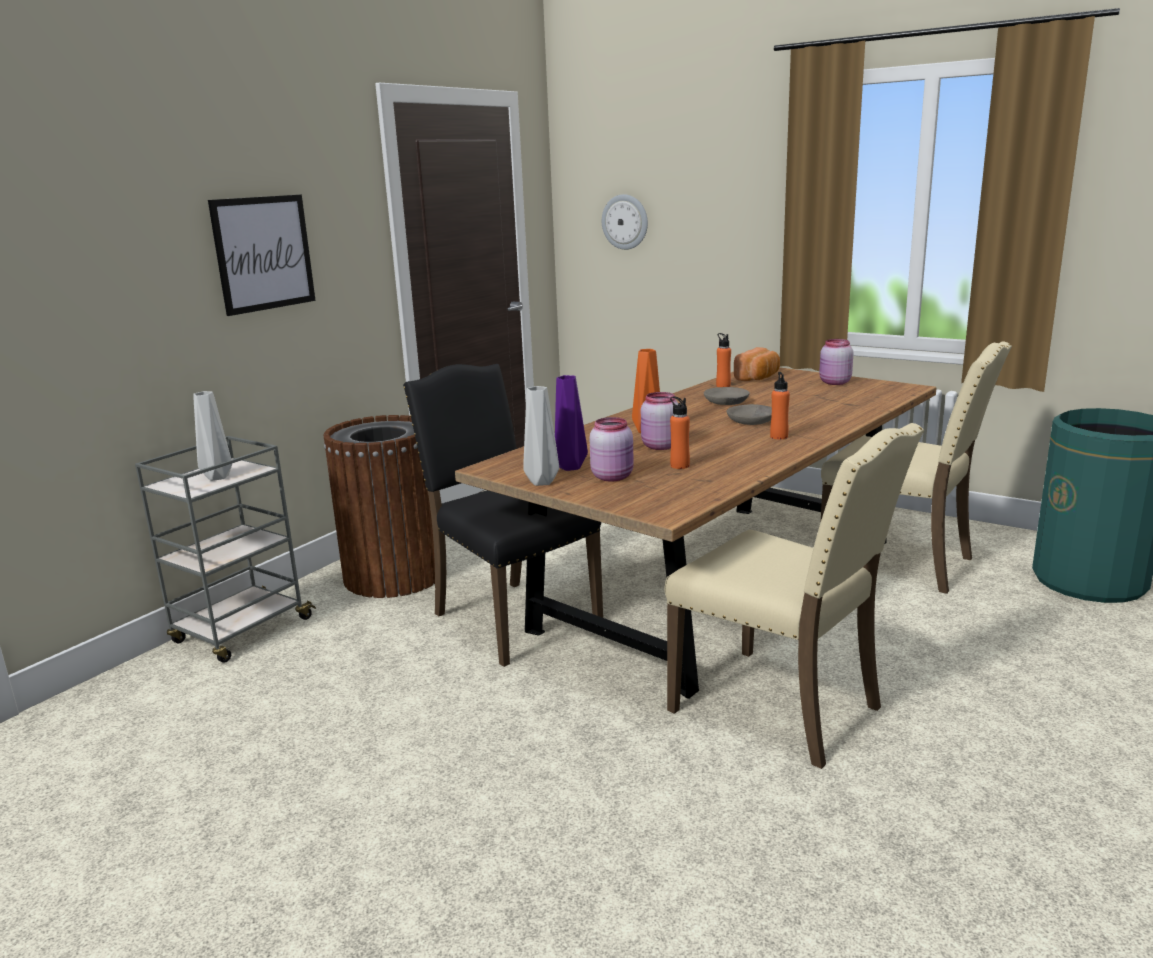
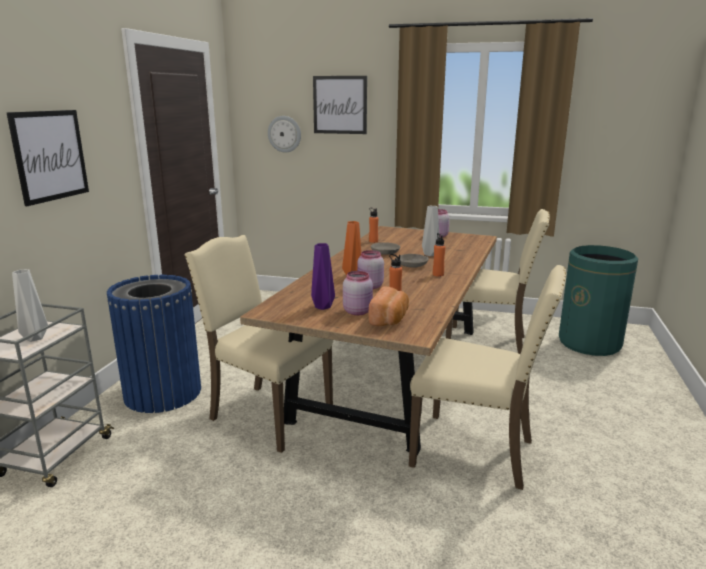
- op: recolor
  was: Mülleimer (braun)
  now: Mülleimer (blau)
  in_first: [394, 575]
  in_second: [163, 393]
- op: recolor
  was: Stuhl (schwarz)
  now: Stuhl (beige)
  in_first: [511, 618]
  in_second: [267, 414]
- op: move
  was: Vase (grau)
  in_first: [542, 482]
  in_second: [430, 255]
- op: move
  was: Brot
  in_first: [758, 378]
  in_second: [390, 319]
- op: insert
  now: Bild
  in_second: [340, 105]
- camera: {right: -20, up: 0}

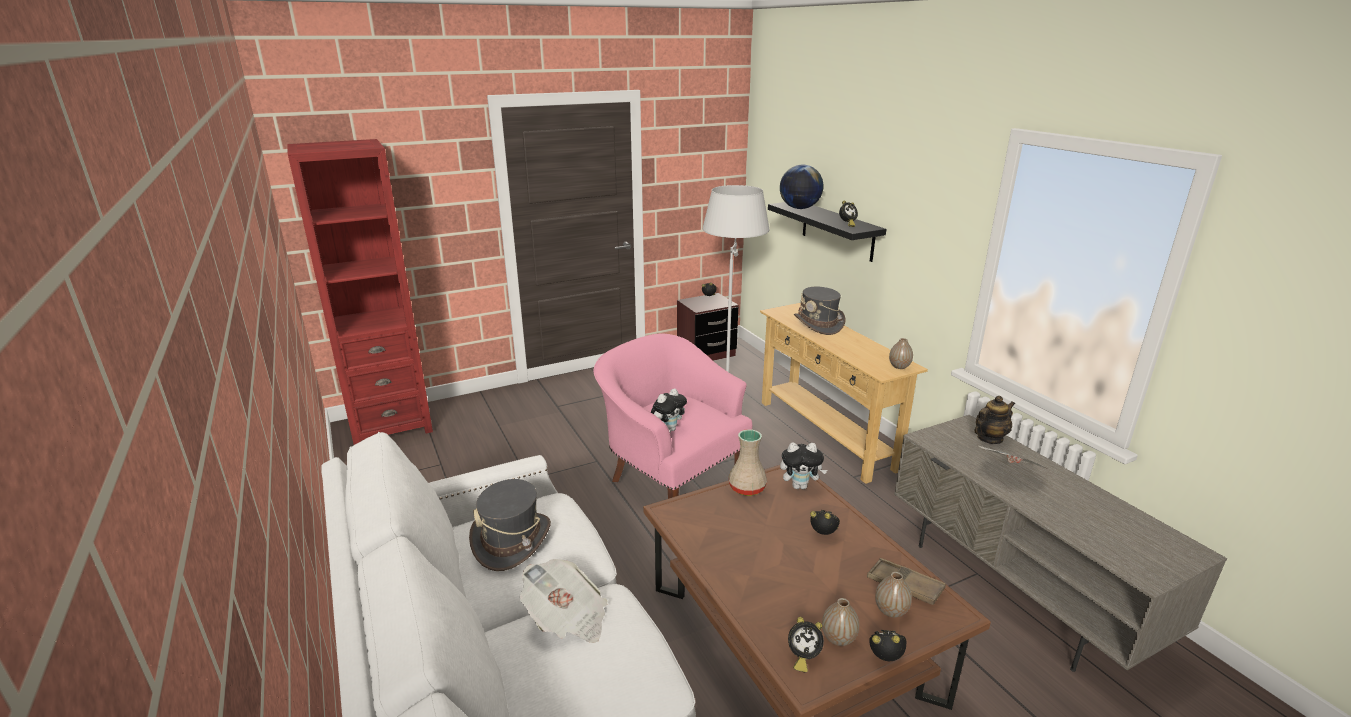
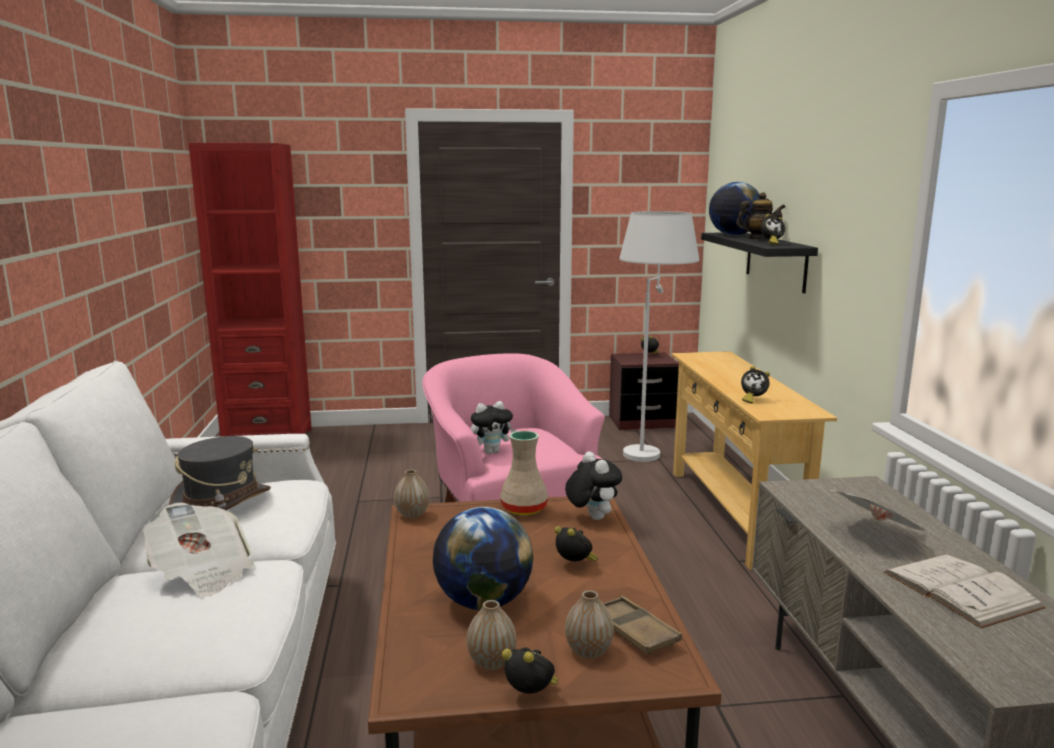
- op: rotate
  was: Plüschtier
  in_first: [800, 486]
  in_second: [591, 517]
  clockwise: -135
- op: move
  was: Wecker
  in_first: [802, 657]
  in_second: [752, 400]
- op: delete
  was: Hut (grau)
  in_first: [818, 324]
- op: move
  was: Vase
  in_first: [899, 366]
  in_second: [412, 514]
- op: move
  was: Teekanne
  in_first: [989, 438]
  in_second: [758, 239]
- op: insert
  now: Globus
  in_second: [483, 602]
- op: insert
  now: Buch (weiß)
  in_second: [960, 589]
- camera: {right: 20, up: -10}

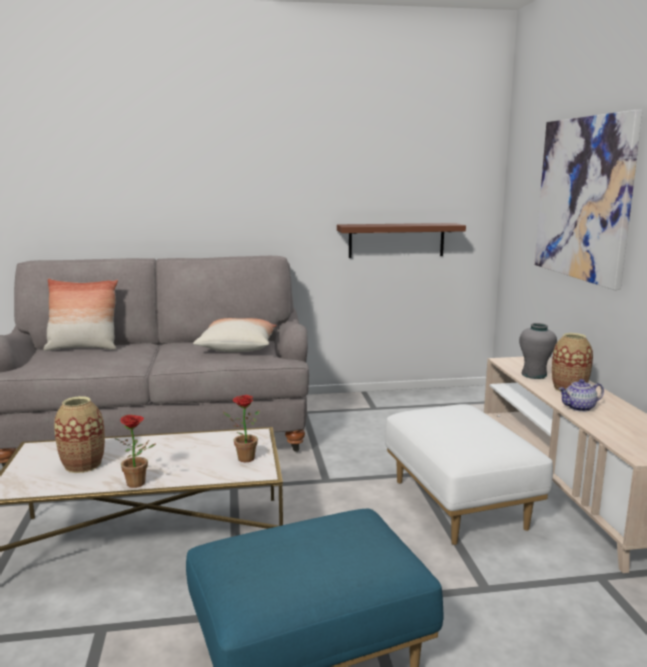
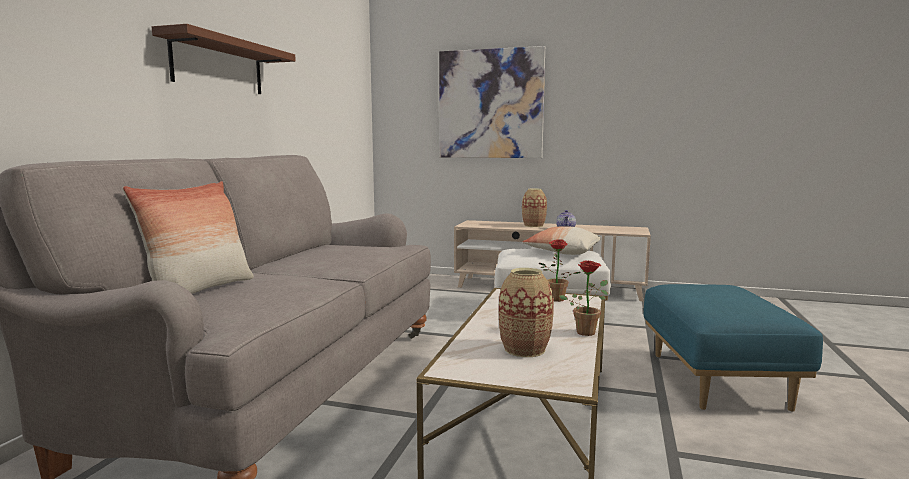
- op: move
  was: Kissen
  in_first: [237, 347]
  in_second: [562, 252]
- op: move
  was: Wandregal (braun)
  in_first: [396, 240]
  in_second: [218, 66]
- op: delete
  was: Vase (grau)
  in_first: [534, 375]
- camera: {right: -65, up: -5}

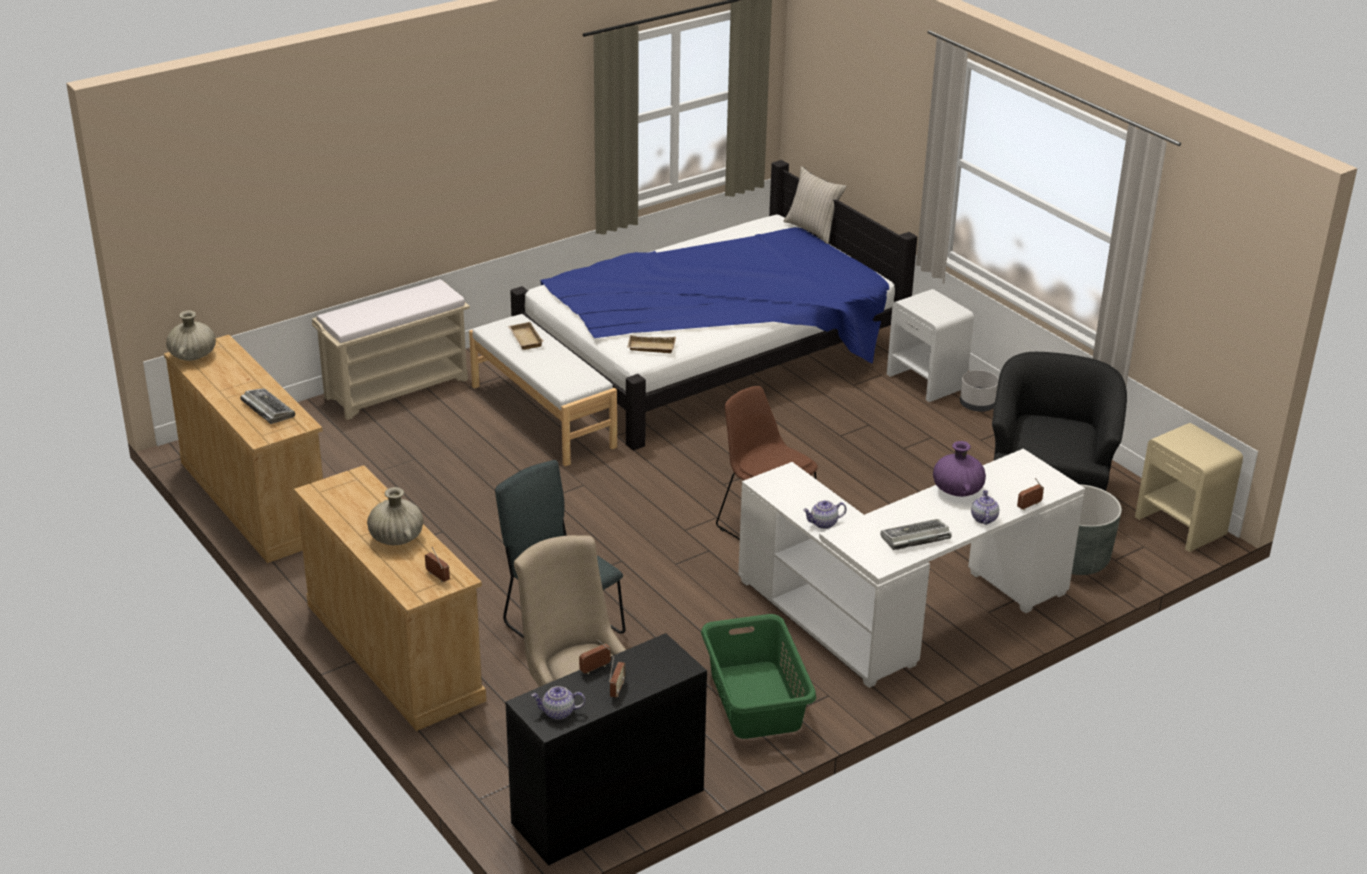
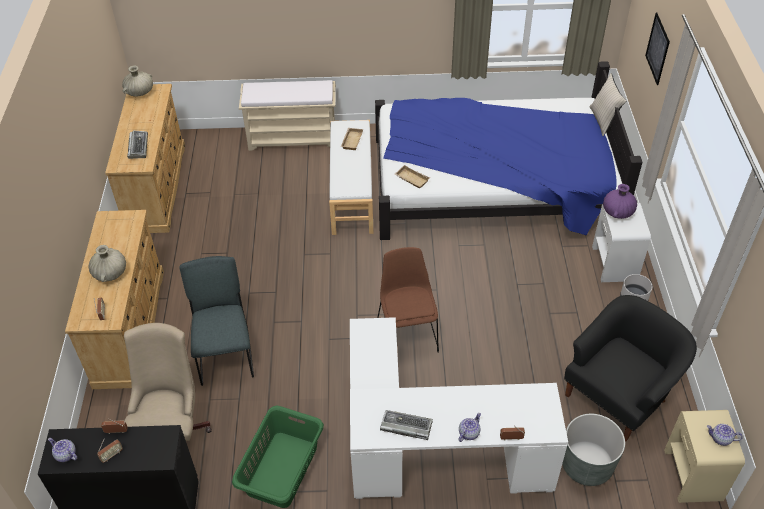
- op: move
  was: Teekanne
  in_first: [823, 523]
  in_second: [720, 439]
- op: move
  was: Vase (lila)
  in_first: [957, 490]
  in_second: [617, 212]
- op: insert
  now: Bild
  in_second: [657, 48]
- camera: {right: 35, up: 15}

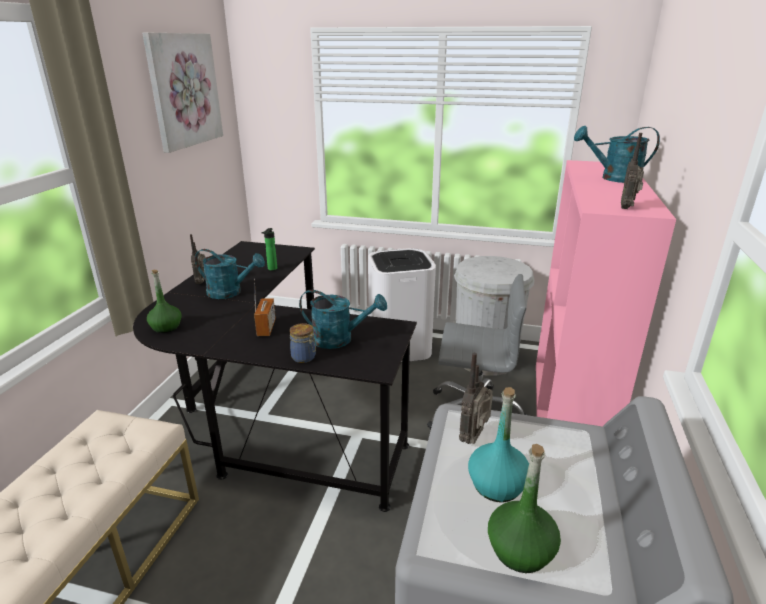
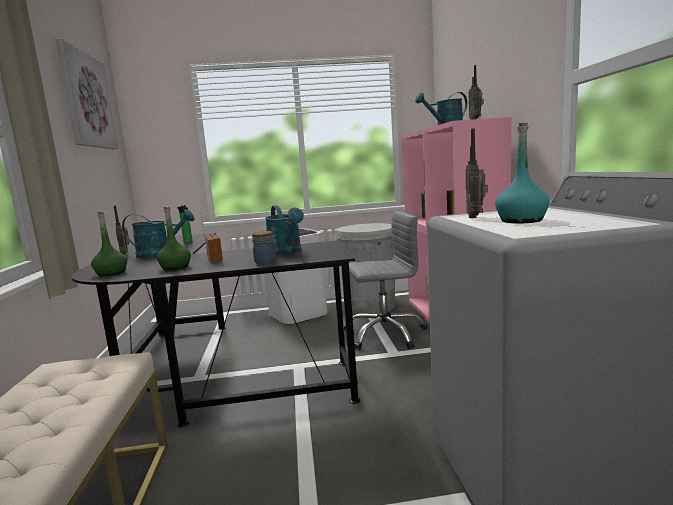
- op: rotate
  was: Gießkanne (türkis)
  in_first: [340, 339]
  in_second: [287, 253]
  clockwise: 75
- op: move
  was: Flasche (grün)
  in_first: [520, 550]
  in_second: [175, 267]
- camera: {right: -20, up: -15}

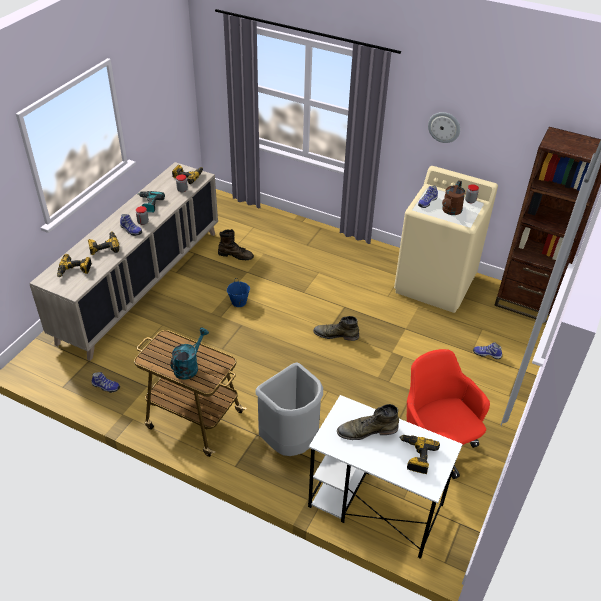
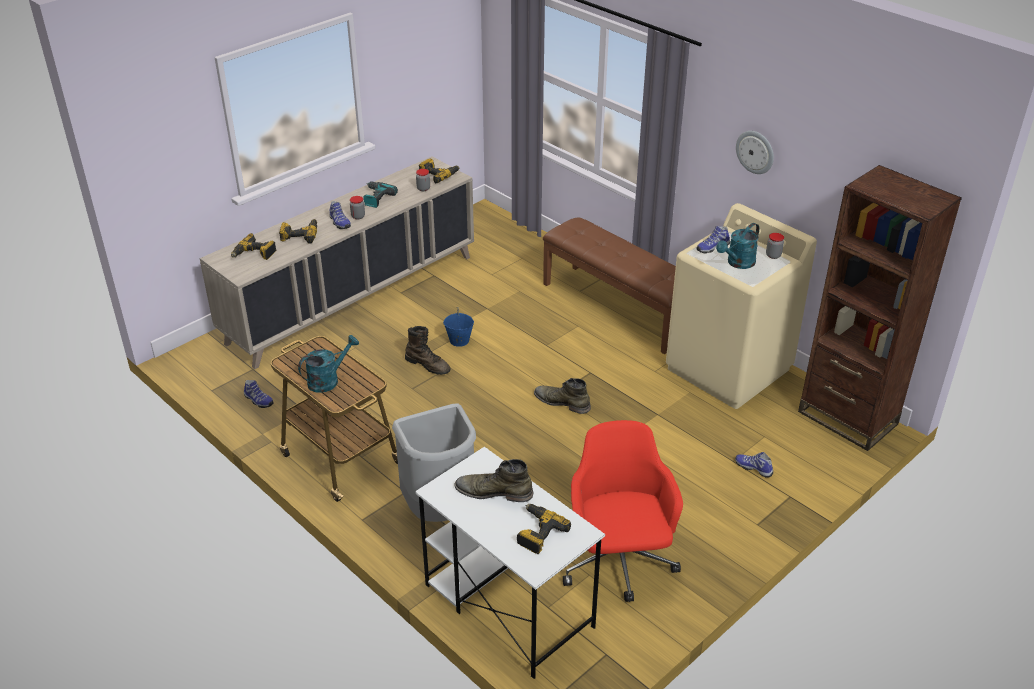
- op: move
  was: Stiefel (braun)
  in_first: [236, 255]
  in_second: [428, 365]
- op: recolor
  was: Gießkanne (braun)
  now: Gießkanne (türkis)
  in_first: [450, 211]
  in_second: [737, 263]
- op: insert
  now: Bank (braun)
  in_second: [618, 307]
- camera: {right: 20, up: -5}

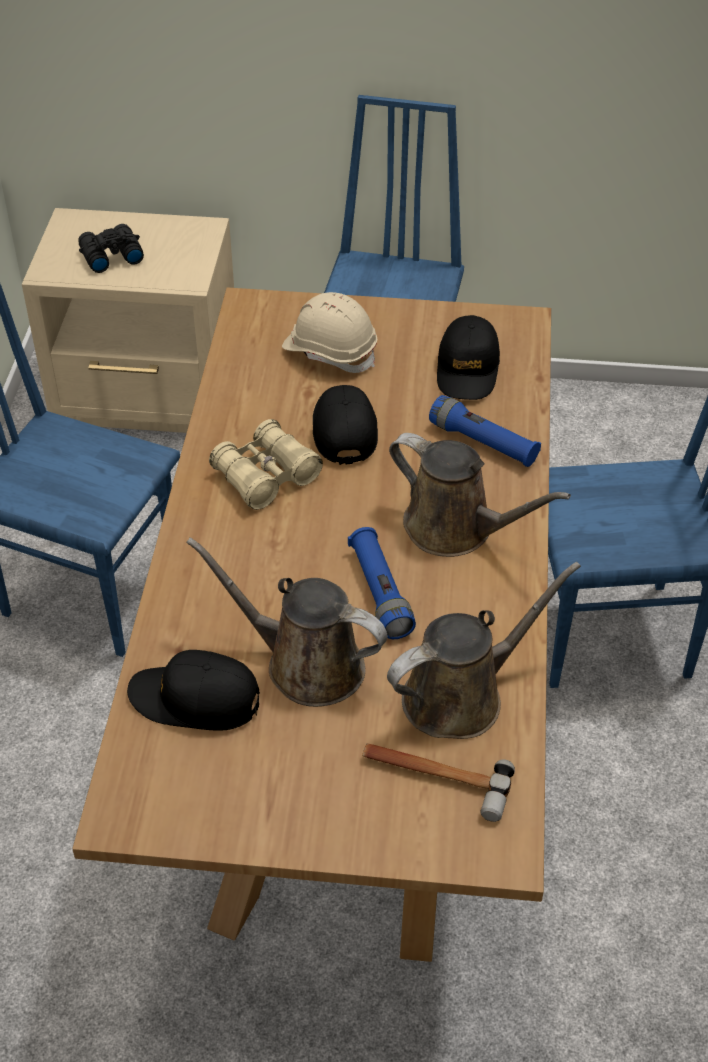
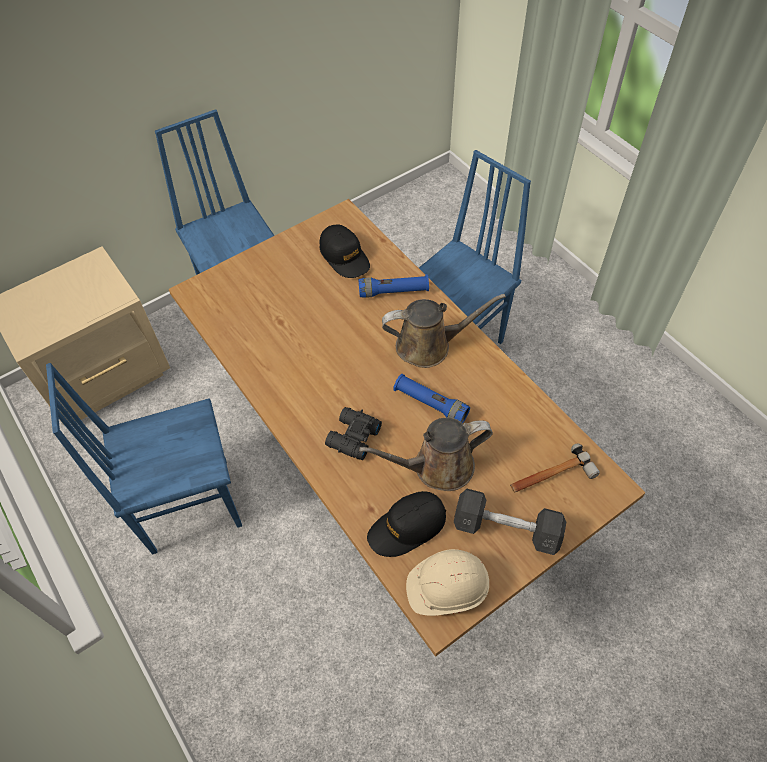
- op: move
  was: Fernglas (schwarz)
  in_first: [110, 256]
  in_second: [352, 437]
- op: delete
  was: Fernglas (beige)
  in_first: [266, 476]
- op: move
  was: Schutzhelm (beige)
  in_first: [330, 351]
  in_second: [446, 587]
- op: delete
  was: Kappe (schwarz)
  in_first: [344, 429]
- op: delete
  was: Gießkanne (braun)
  in_first: [461, 696]
- op: insert
  now: Hantel (grau)
  in_second: [506, 528]
- camera: {right: -40, up: 10}

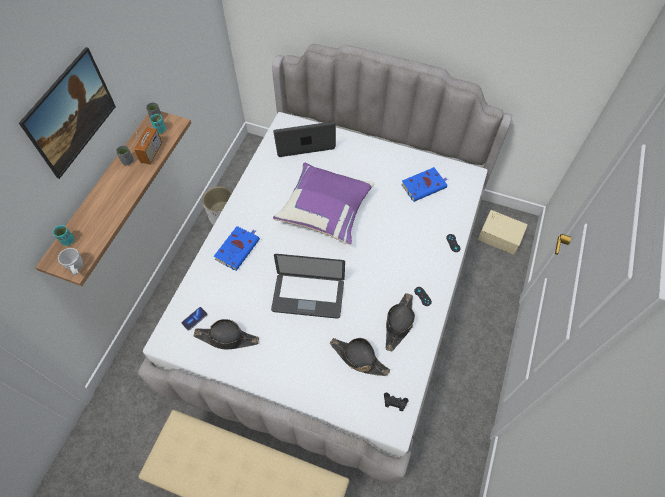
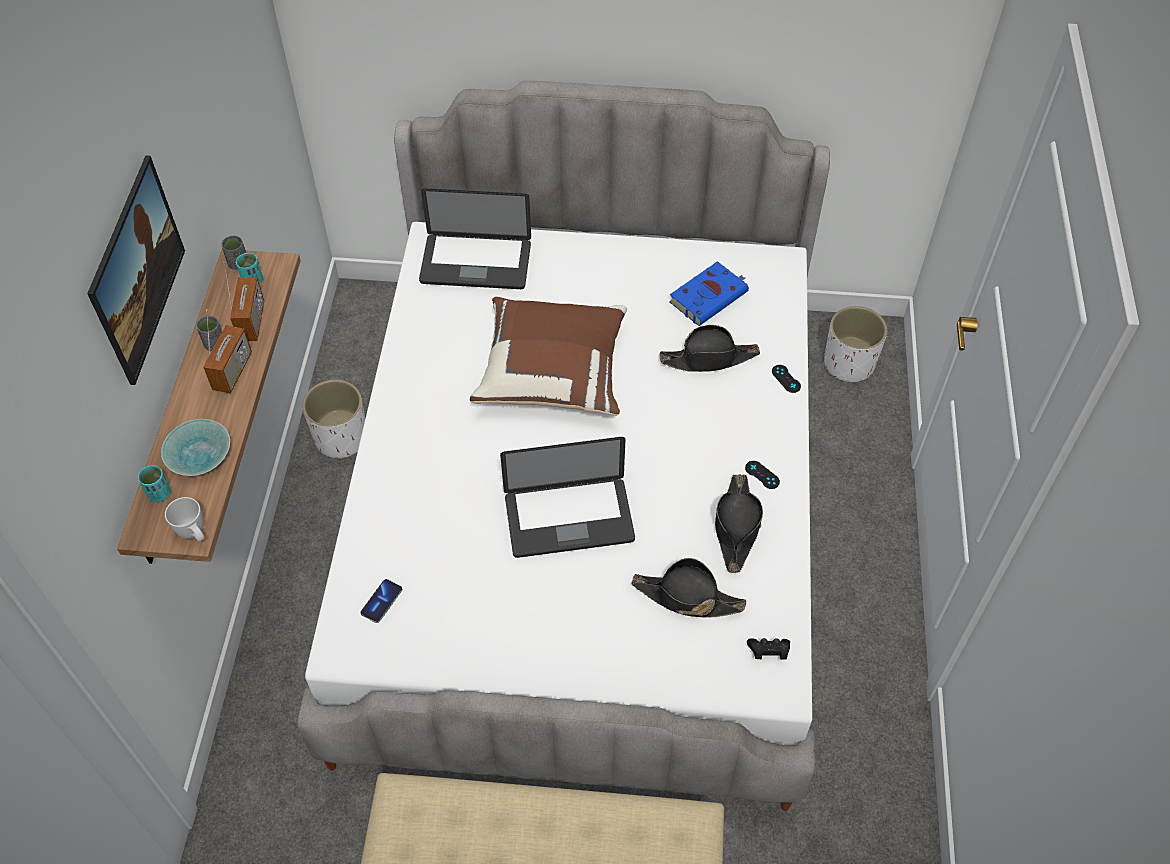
- op: move
  was: Hut (schwarz)
  in_first: [227, 338]
  in_second: [709, 358]
- op: delete
  was: Buch (blau)
  in_first: [238, 248]
- op: rotate
  was: Laptop
  in_first: [304, 141]
  in_second: [476, 263]
  clockwise: -150
- op: recolor
  was: Kissen (lila)
  now: Kissen (braun)
  in_first: [325, 210]
  in_second: [553, 372]
- op: replace
  was: Aufbewahrungsbox (beige)
  now: Pflanzkübel (weiß)
  in_first: [500, 235]
  in_second: [848, 364]
- op: insert
  now: Schüssel (türkis)
  in_second: [199, 457]
- op: insert
  now: Radio
  in_second: [232, 371]
- camera: {right: -15, up: -5}

